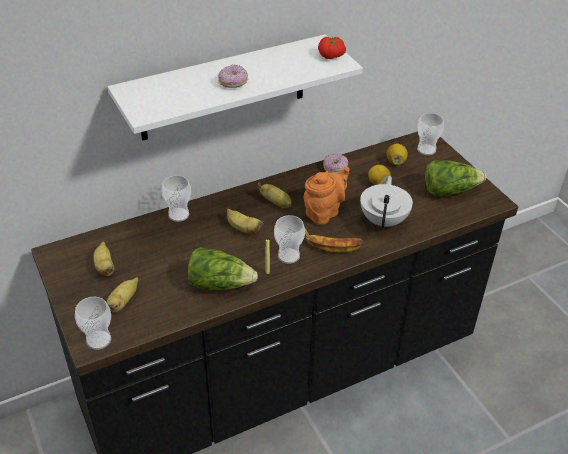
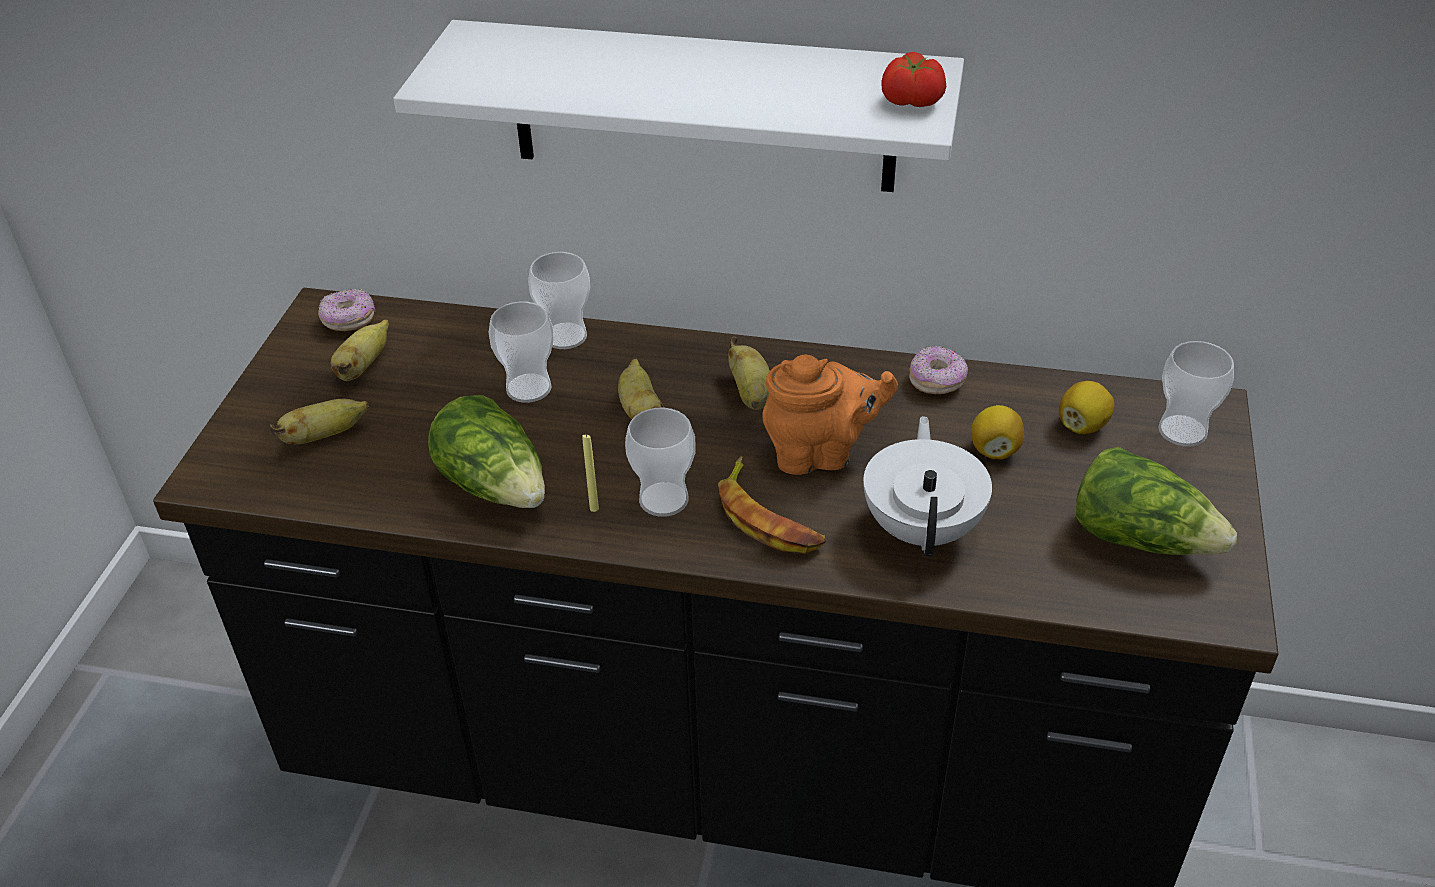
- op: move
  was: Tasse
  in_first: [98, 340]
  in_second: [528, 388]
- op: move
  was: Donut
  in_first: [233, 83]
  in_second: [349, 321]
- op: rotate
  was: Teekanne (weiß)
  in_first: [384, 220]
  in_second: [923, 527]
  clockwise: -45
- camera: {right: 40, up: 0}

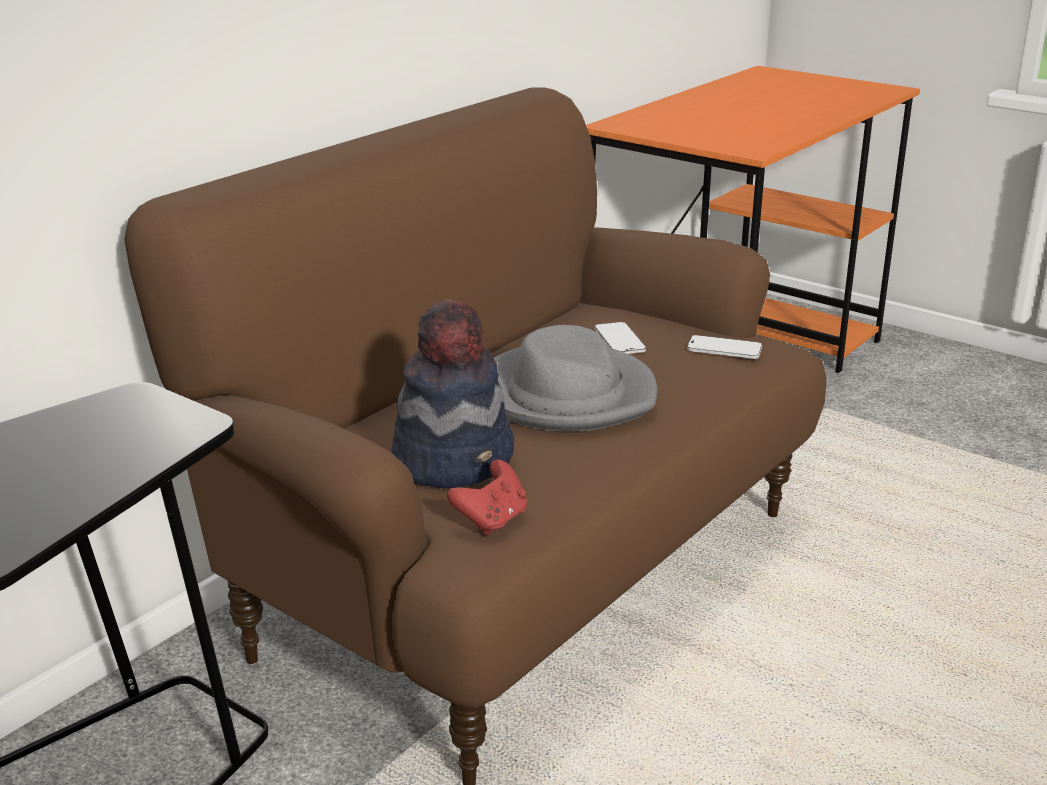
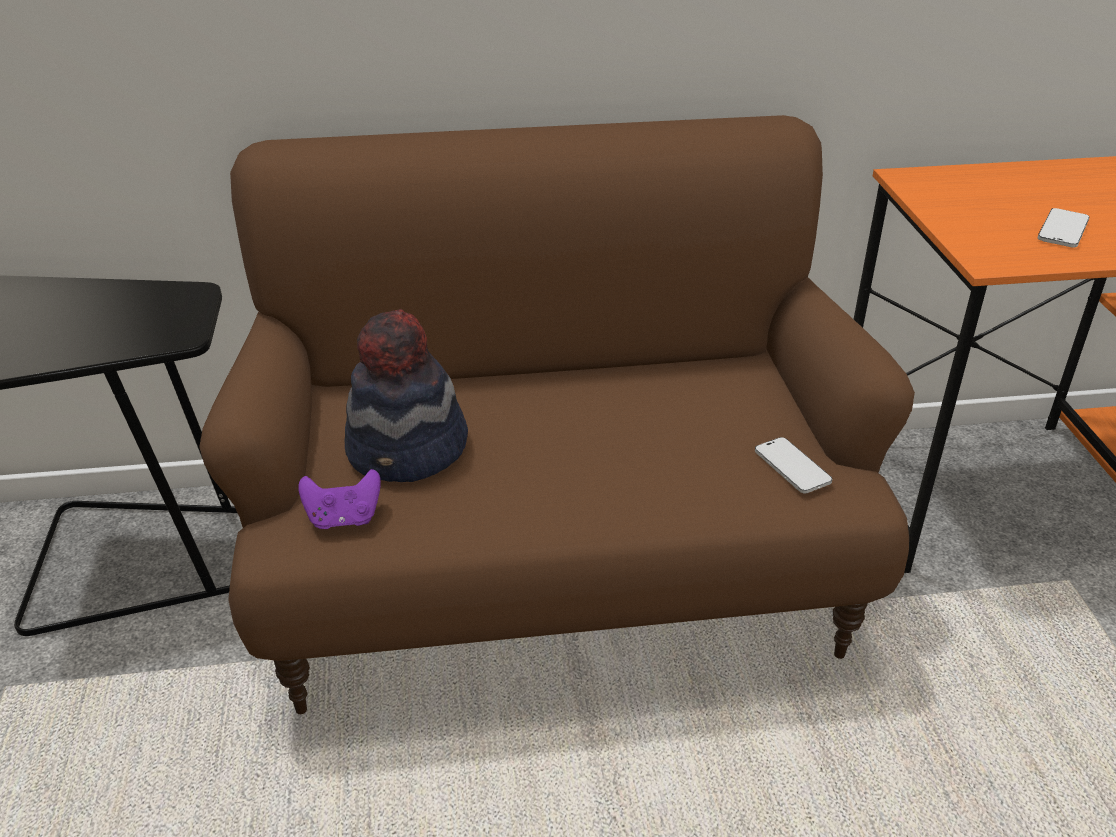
- op: recolor
  was: Gamepad (rot)
  now: Gamepad (lila)
  in_first: [492, 520]
  in_second: [343, 519]
- op: delete
  was: Hut (grau)
  in_first: [567, 394]
- op: move
  was: Handy
  in_first: [619, 341]
  in_second: [1062, 230]
- camera: {right: 45, up: 10}

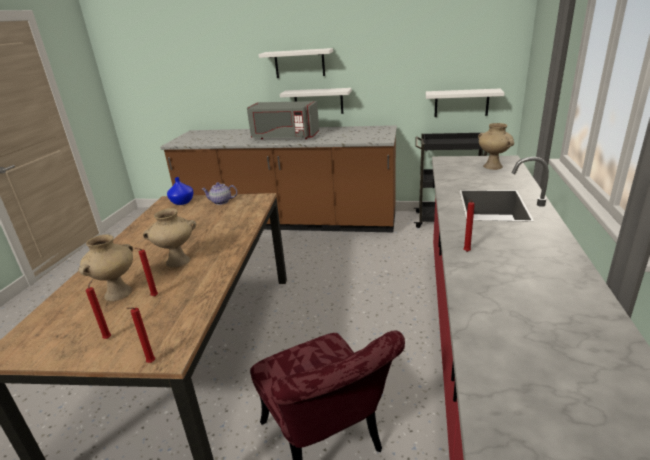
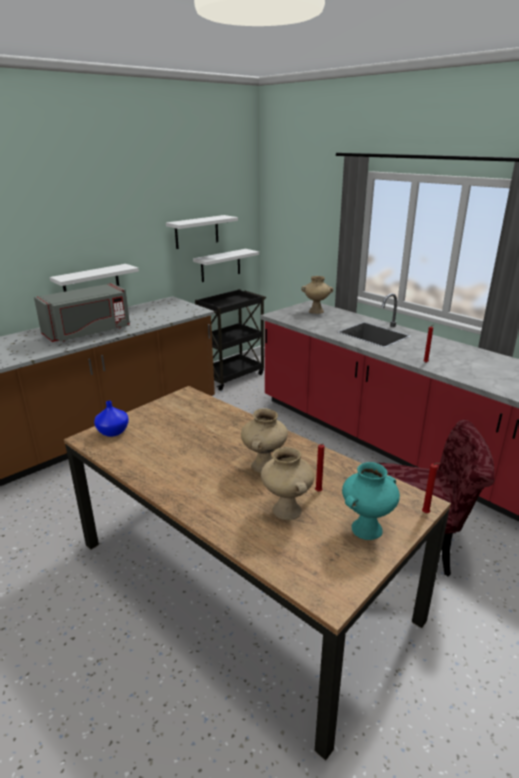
- op: replace
  was: Kerze (rot)
  now: Vase (türkis)
  in_first: [108, 337]
  in_second: [366, 528]
- op: delete
  was: Teekanne
  in_first: [221, 202]
- op: move
  was: Wandregal (weiß)
  in_first: [299, 63]
  in_second: [196, 232]
- camera: {right: -55, up: 0}

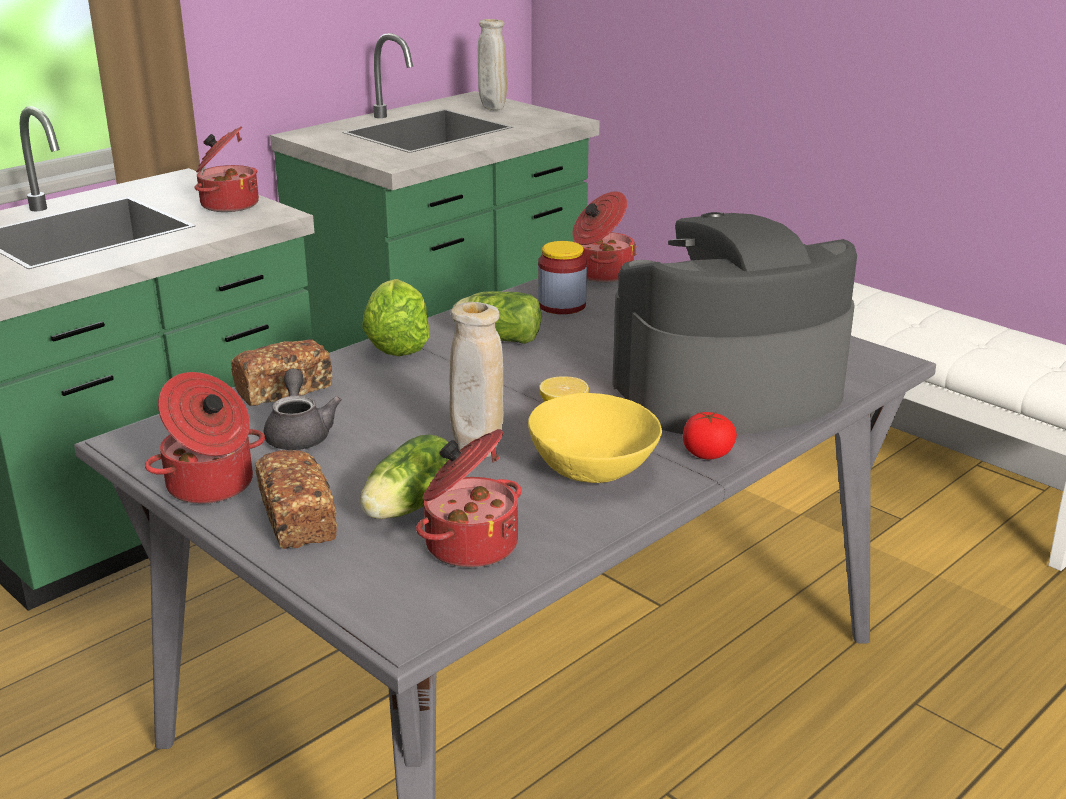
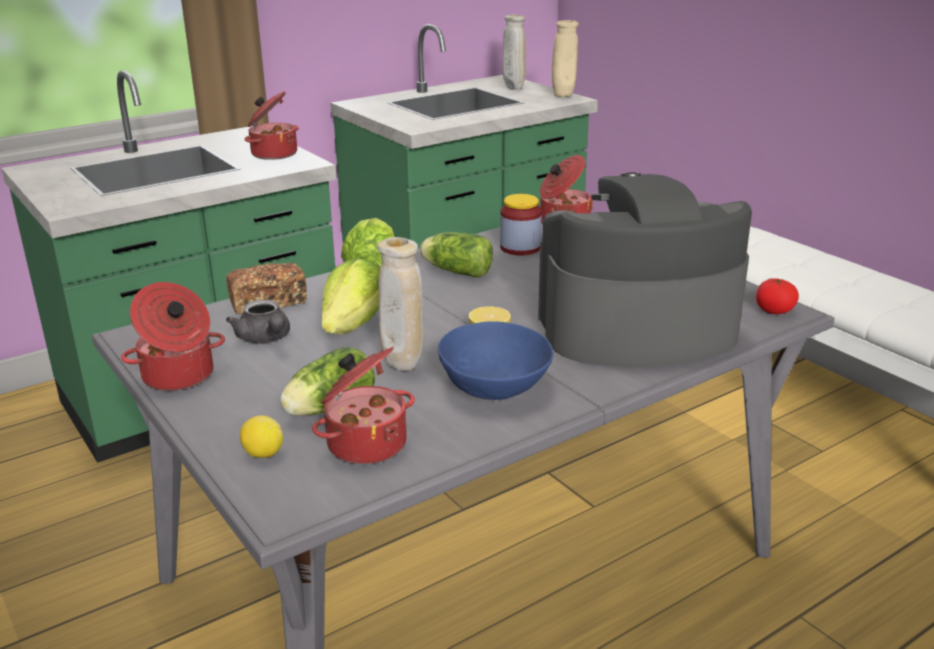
- op: delete
  was: Brot
  in_first: [298, 520]
- op: rotate
  was: Teekanne (grau)
  in_first: [299, 433]
  in_second: [265, 339]
  clockwise: 150
- op: recolor
  was: Schüssel (gelb)
  now: Schüssel (blau)
  in_first: [593, 468]
  in_second: [495, 386]
- op: move
  was: Tomate
  in_first: [707, 454]
  in_second: [774, 311]
- op: insert
  now: Zitrone
  in_second: [263, 454]
- op: insert
  now: Salatkopf
  in_second: [352, 327]
- op: insert
  now: Vase (beige)
  in_second: [563, 96]
- camera: {right: 10, up: 0}

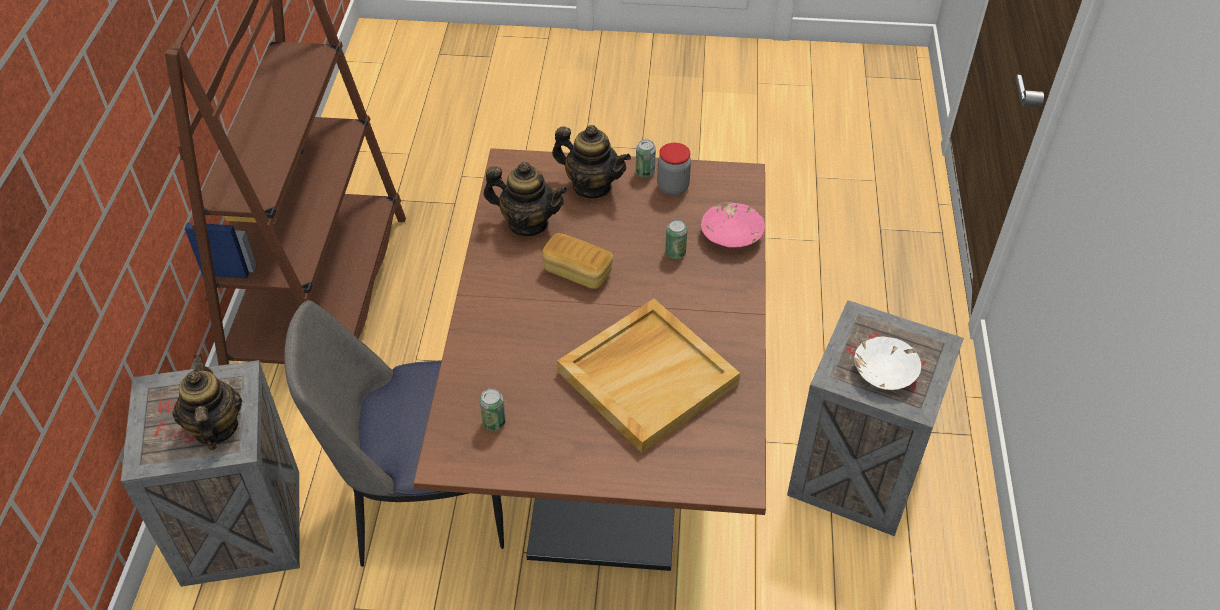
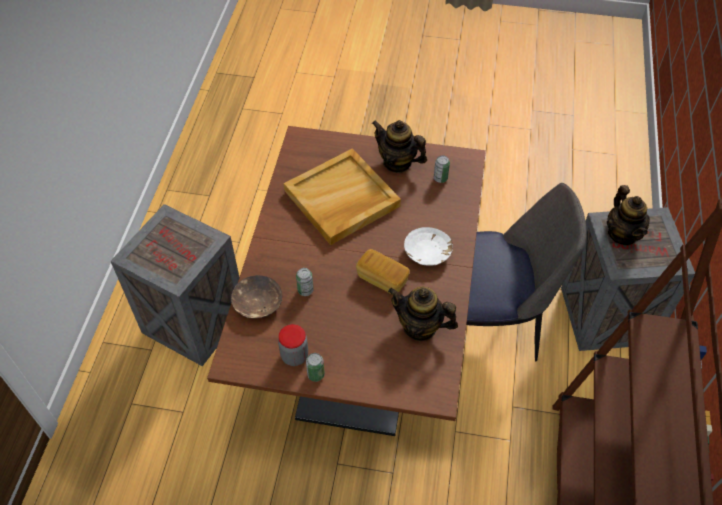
- op: move
  was: Teekanne
  in_first: [592, 186]
  in_second: [397, 162]
- op: recolor
  was: Schüssel (rosa)
  now: Schüssel (braun)
  in_first: [732, 235]
  in_second: [257, 303]
- op: move
  was: Schüssel (weiß)
  in_first: [884, 371]
  in_second: [427, 253]
- camera: {right: -175, up: 5}

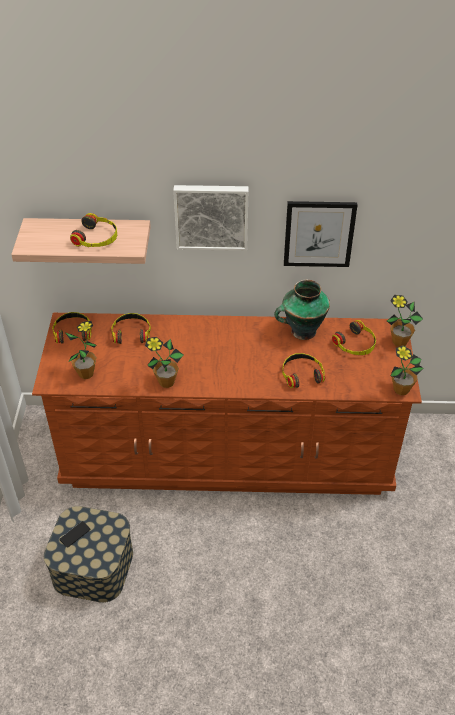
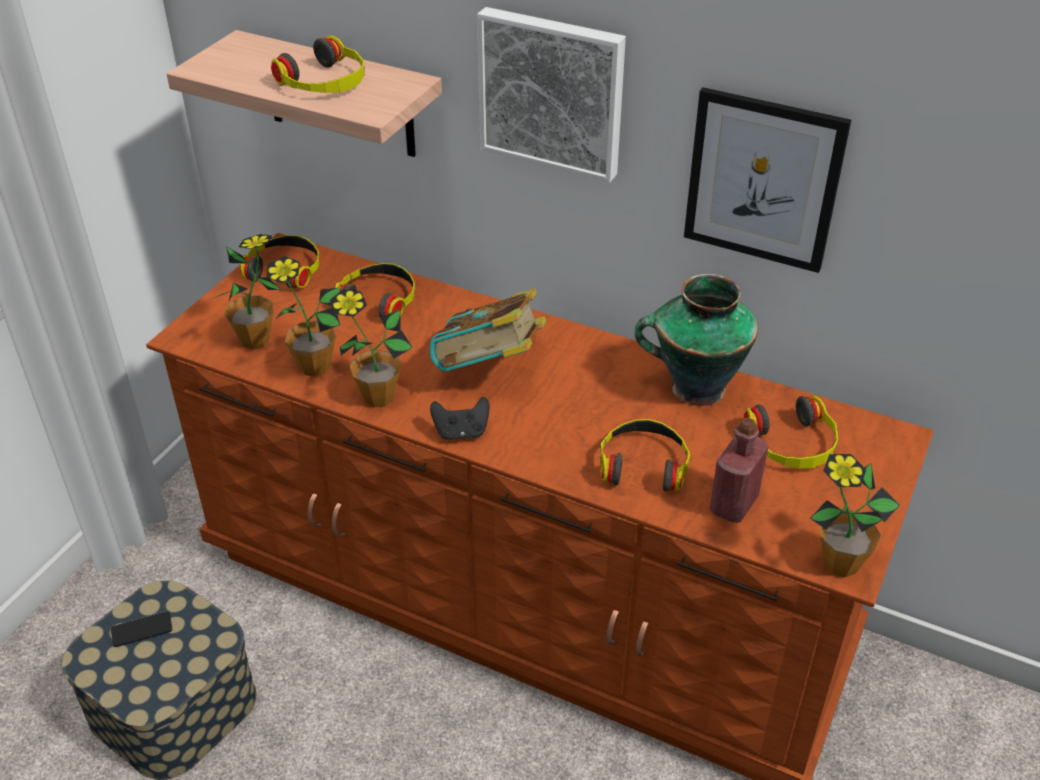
- op: move
  was: Topfpflanze
  in_first: [399, 342]
  in_second: [314, 367]
- op: insert
  now: Buch
  in_second: [490, 369]
- op: insert
  now: Gamepad (schwarz)
  in_second: [461, 432]
- op: insert
  now: Flasche (rot)
  in_second: [733, 504]
- camera: {right: 25, up: -5}

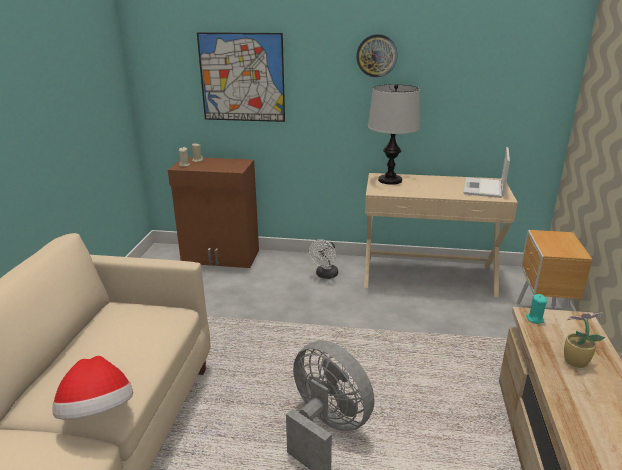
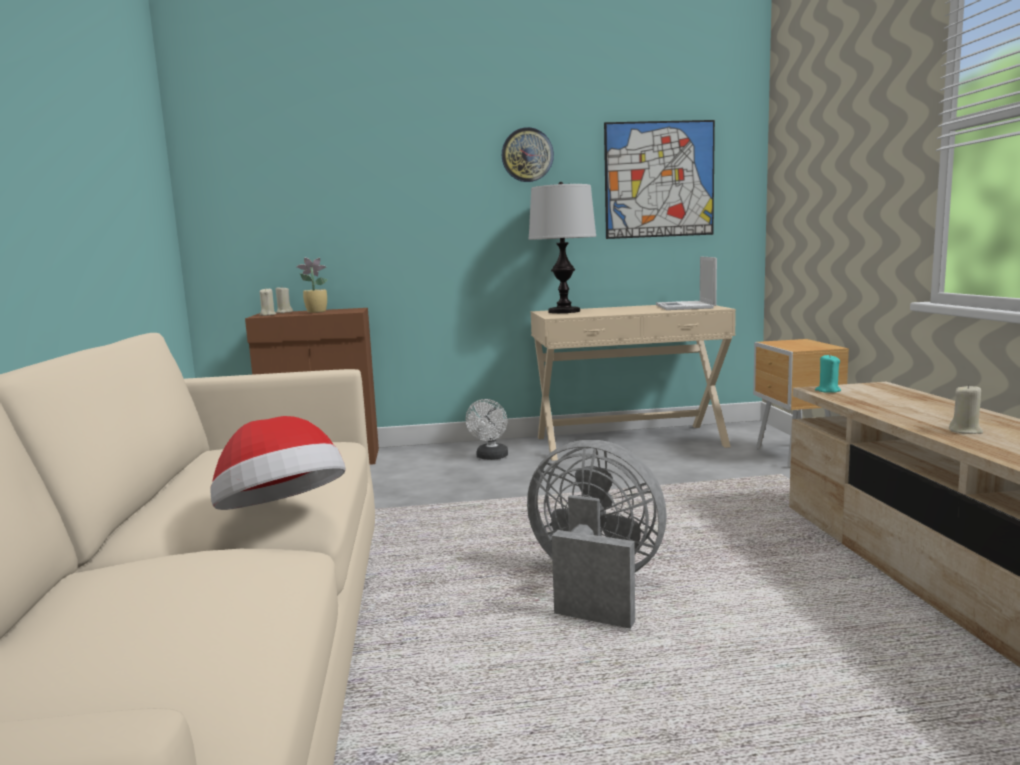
- op: move
  was: Bild
  in_first: [242, 78]
  in_second: [659, 179]
- op: move
  was: Topfpflanze
  in_first: [574, 361]
  in_second: [315, 312]
- op: insert
  now: Kerze (beige)
  in_second: [965, 431]
- camera: {right: -15, up: -15}

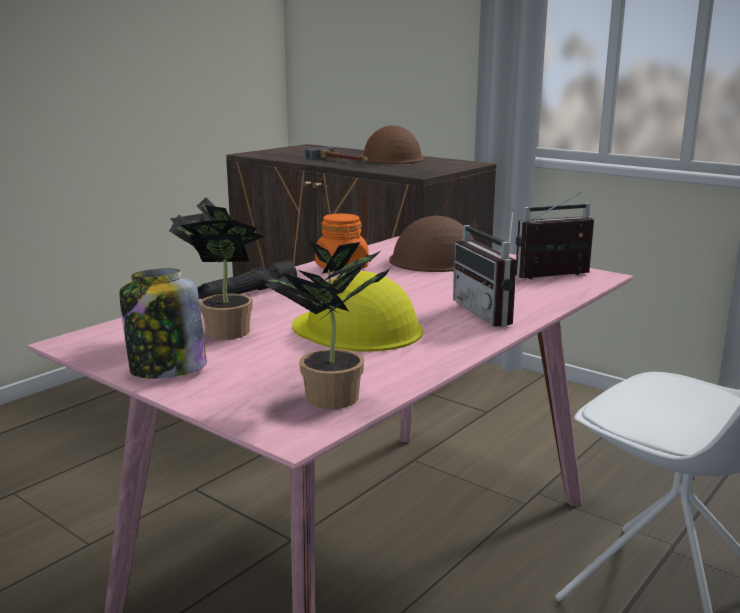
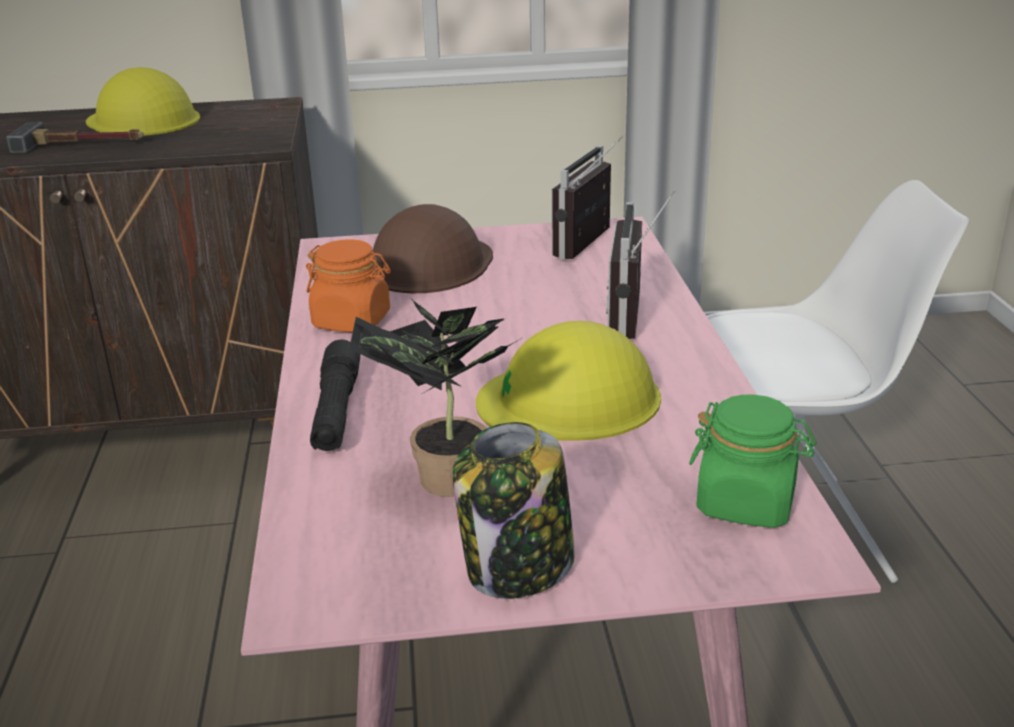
- op: replace
  was: Topfpflanze
  now: Vorratsglas (grün)
  in_first: [325, 400]
  in_second: [746, 503]
- op: recolor
  was: Schutzhelm (braun)
  now: Schutzhelm (gelb)
  in_first: [391, 158]
  in_second: [143, 120]
- op: rotate
  was: Radio
  in_first: [492, 313]
  in_second: [638, 318]
  clockwise: 75
- camera: {right: -45, up: 10}

